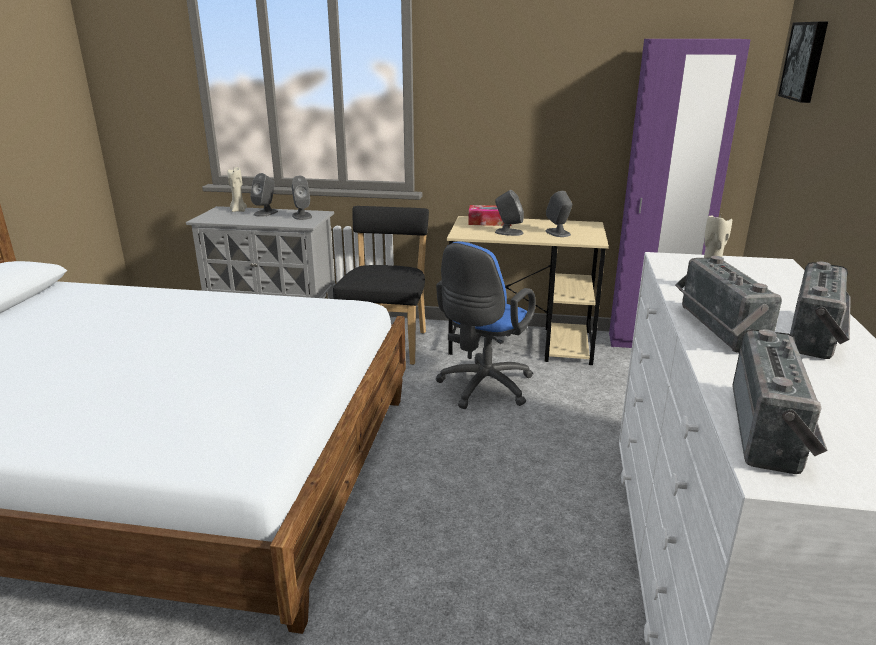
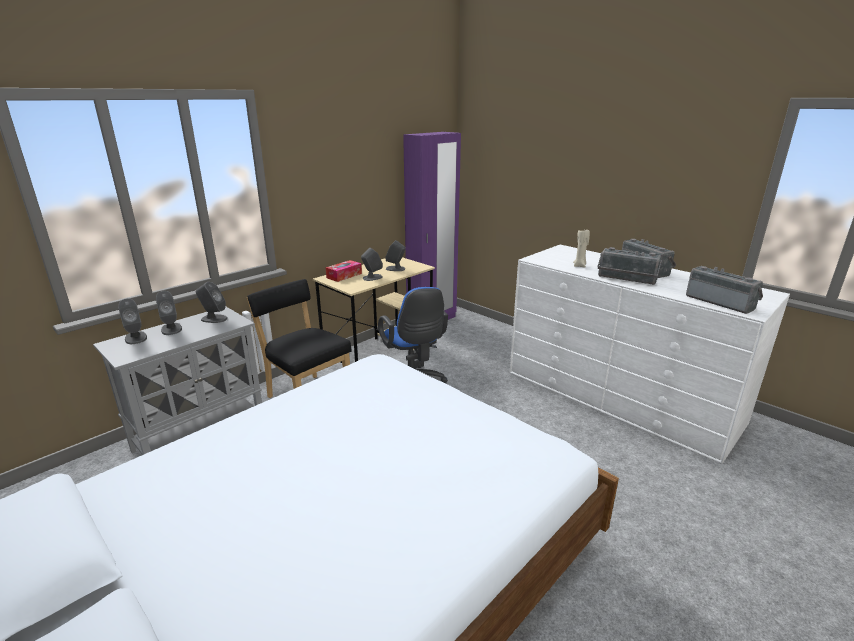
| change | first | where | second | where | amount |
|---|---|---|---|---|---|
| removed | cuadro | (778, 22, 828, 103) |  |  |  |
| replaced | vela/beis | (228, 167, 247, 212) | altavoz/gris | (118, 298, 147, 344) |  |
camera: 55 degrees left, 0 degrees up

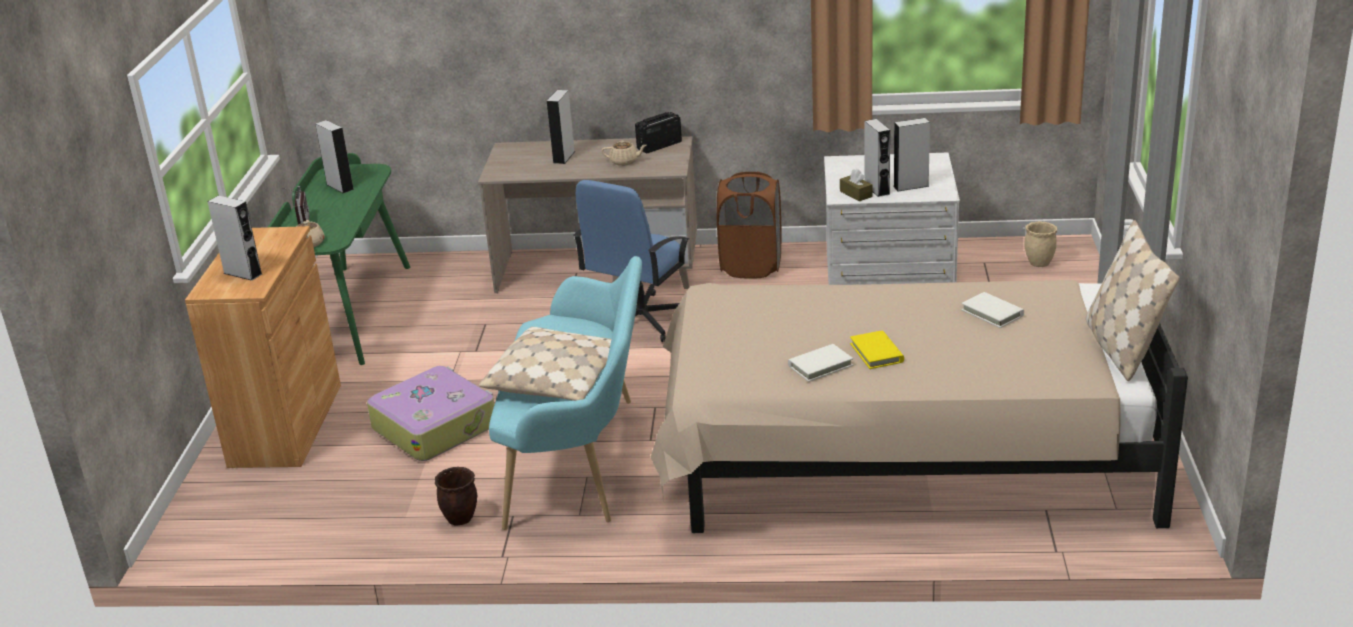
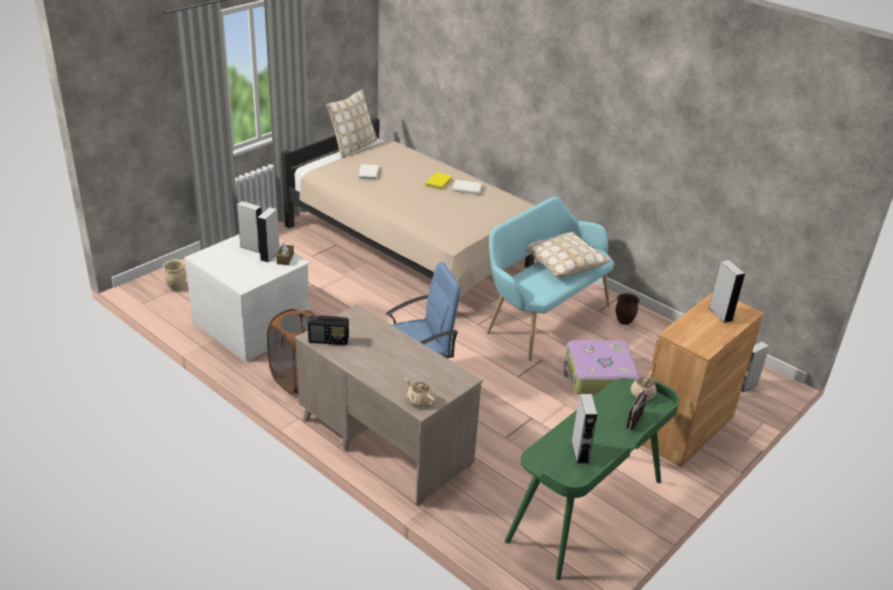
| change | first | where | second | where | amount |
|---|---|---|---|---|---|
| moved | altavoz/gris | (547, 90, 575, 164) |  | (741, 341, 769, 392) |  |
| moved | tetera/beis | (601, 140, 646, 166) |  | (405, 377, 435, 407) |  |
camera: 145 degrees left, 5 degrees up

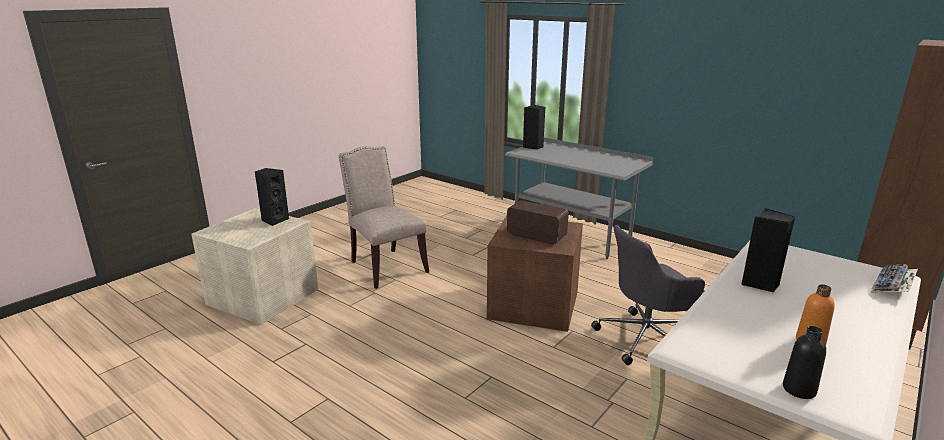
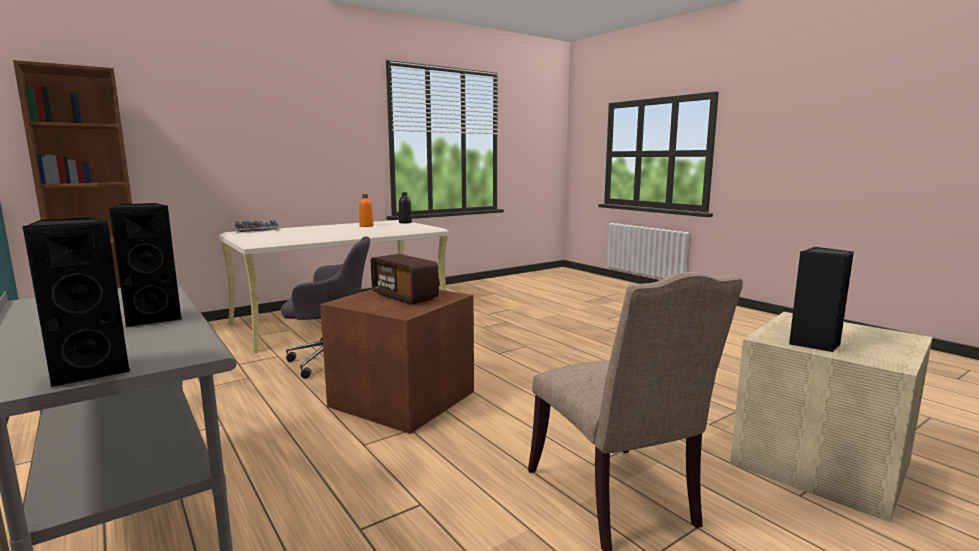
| change | first | where | second | where | amount |
|---|---|---|---|---|---|
| moved | altavoz/negro | (741, 208, 795, 292) |  | (109, 203, 182, 327) |  |
camera: 165 degrees left, 10 degrees down

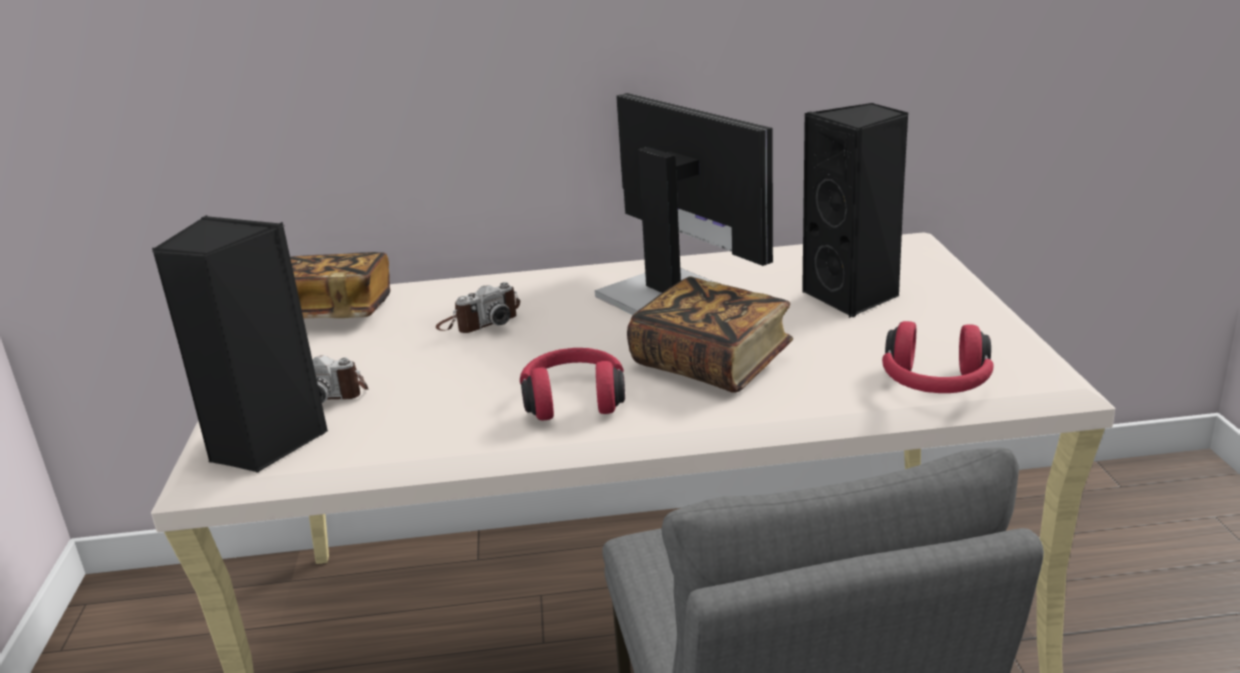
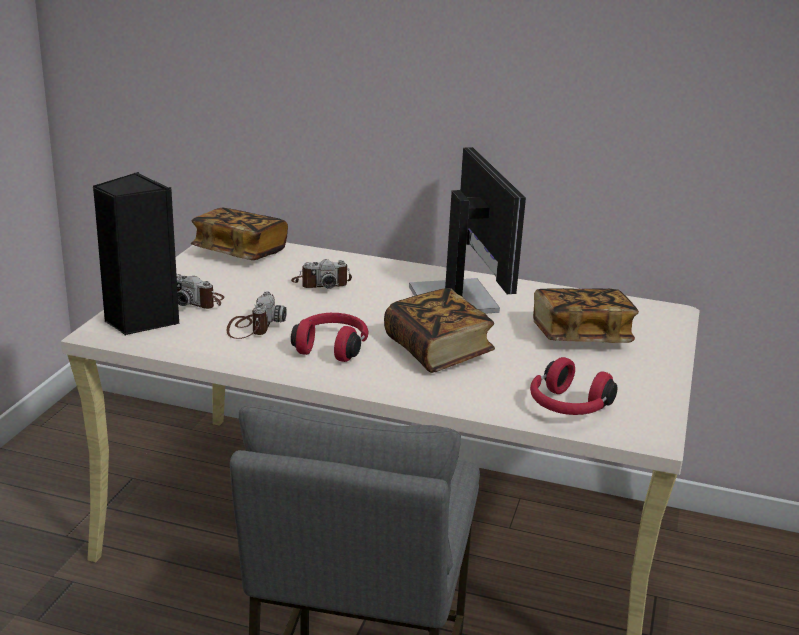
| change | first | where | second | where | amount |
|---|---|---|---|---|---|
| added |  |  | cámara | (226, 291, 287, 339) |  |
| replaced | altavoz/negro | (802, 103, 908, 318) | libro | (533, 288, 639, 343) |  |
camera: 20 degrees right, 0 degrees up

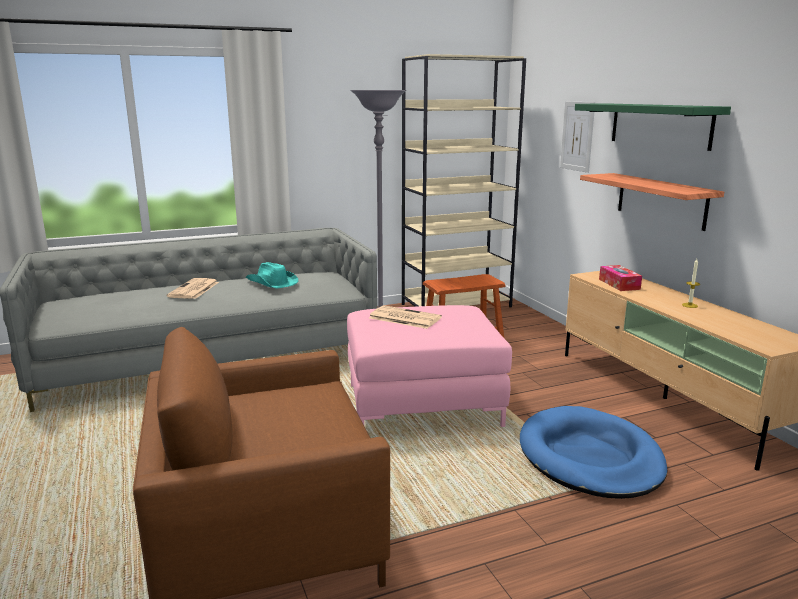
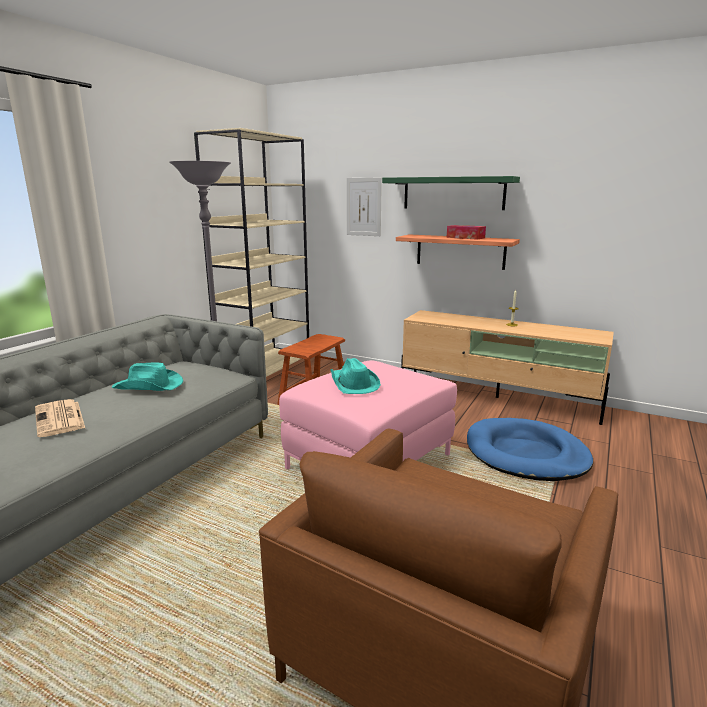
| change | first | where | second | where | amount |
|---|---|---|---|---|---|
| moved | caja de pañuelos | (599, 265, 642, 291) |  | (446, 225, 486, 240) |  |
| replaced | periódico | (369, 305, 442, 329) | sombrero/turquesa | (330, 358, 381, 394) |  |
camera: 40 degrees left, 0 degrees up

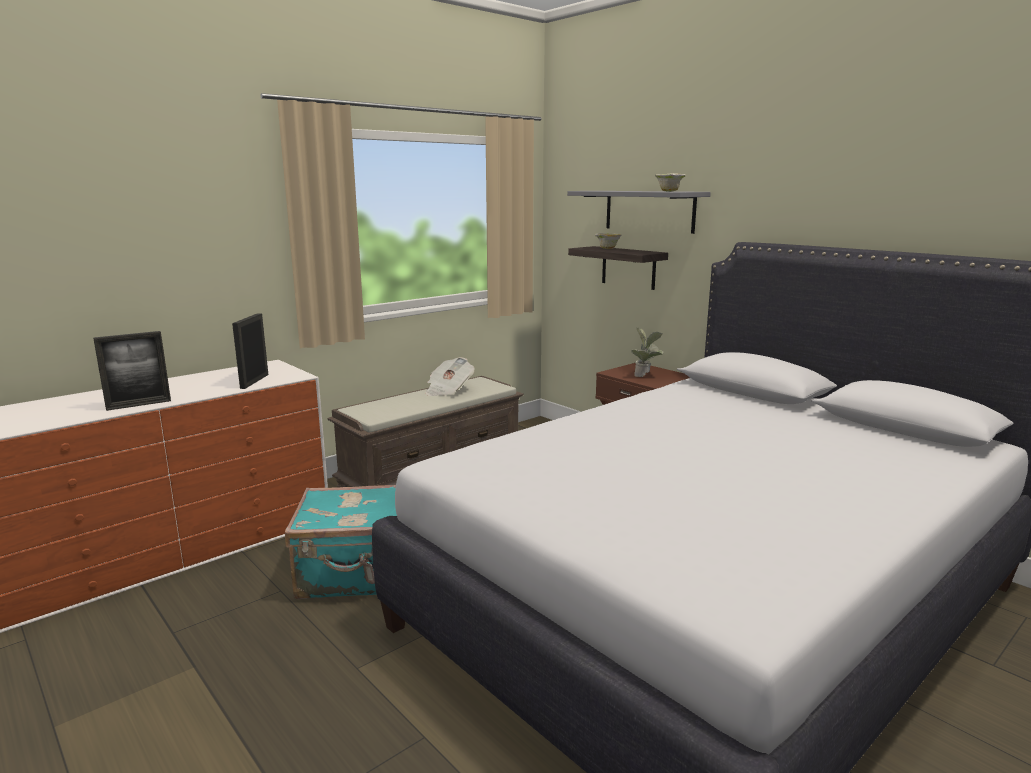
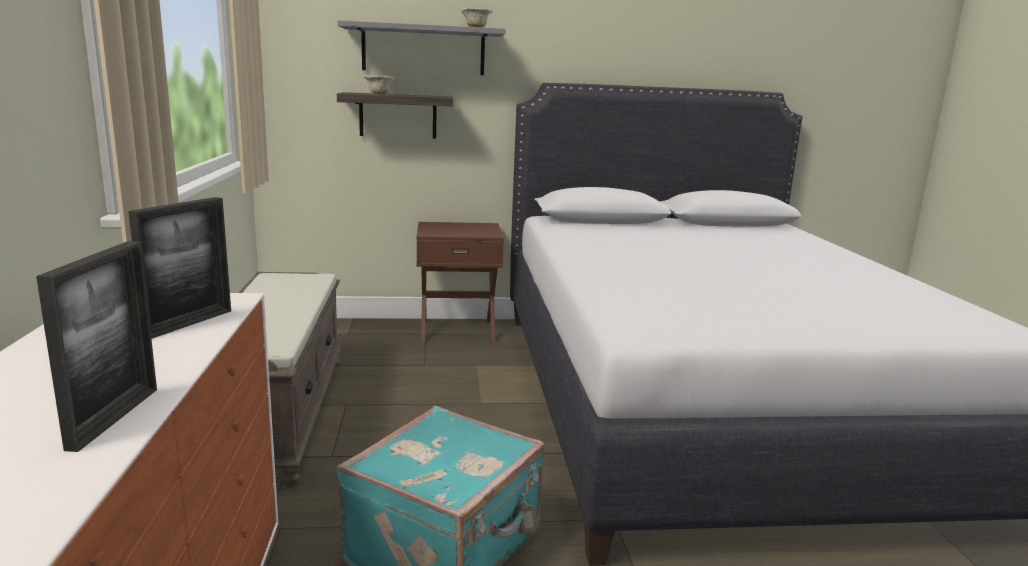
| change | first | where | second | where | amount |
|---|---|---|---|---|---|
| removed | periódico | (425, 357, 474, 396) |  |  |  |
| removed | planta en maceta | (631, 328, 663, 377) |  |  |  |
| turned | portarretratos | (232, 313, 268, 389) |  | (128, 197, 231, 339) | 105 degrees counterclockwise |
camera: 55 degrees left, 0 degrees up

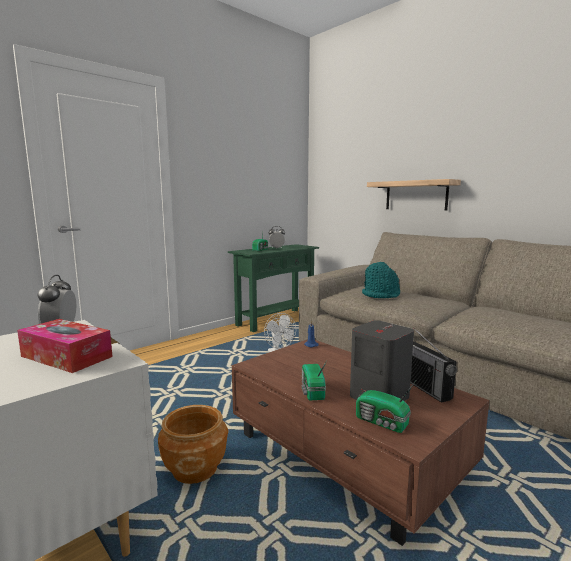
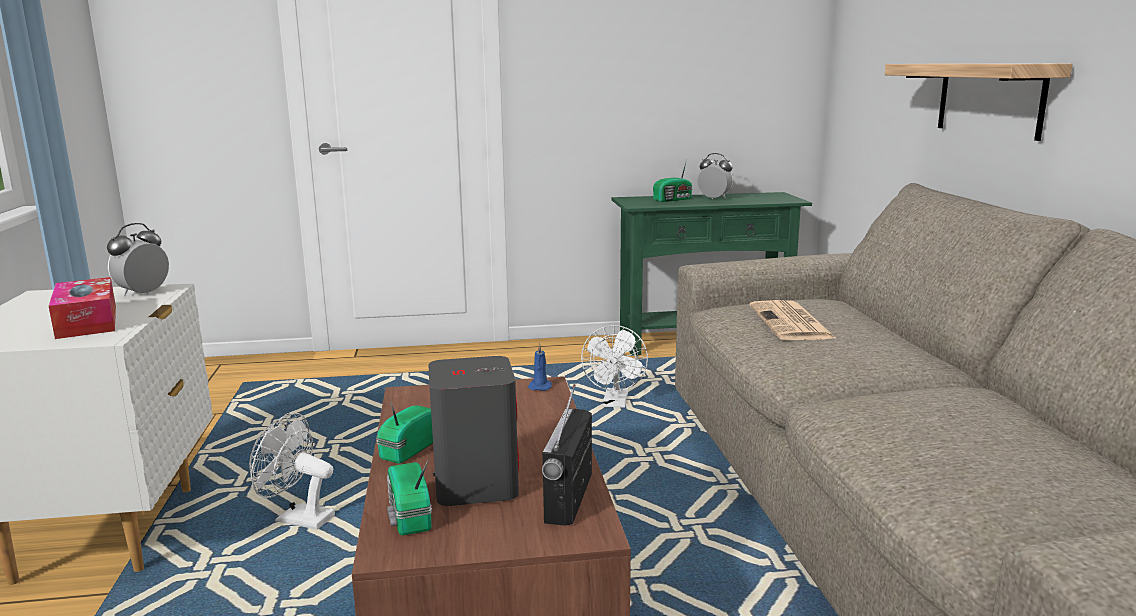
| change | first | where | second | where | amount |
|---|---|---|---|---|---|
| replaced | maceta/marrón | (158, 405, 229, 484) | ventilador/blanco | (249, 413, 335, 530) |  |
| replaced | sombrero/turquesa | (362, 262, 401, 298) | periódico | (750, 300, 837, 340) |  |
camera: 35 degrees right, 5 degrees up

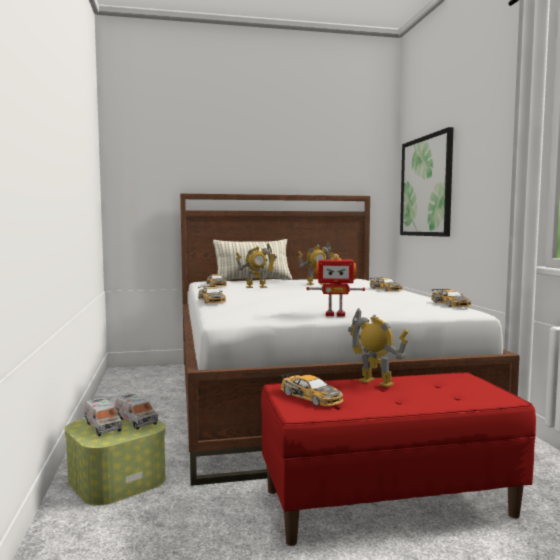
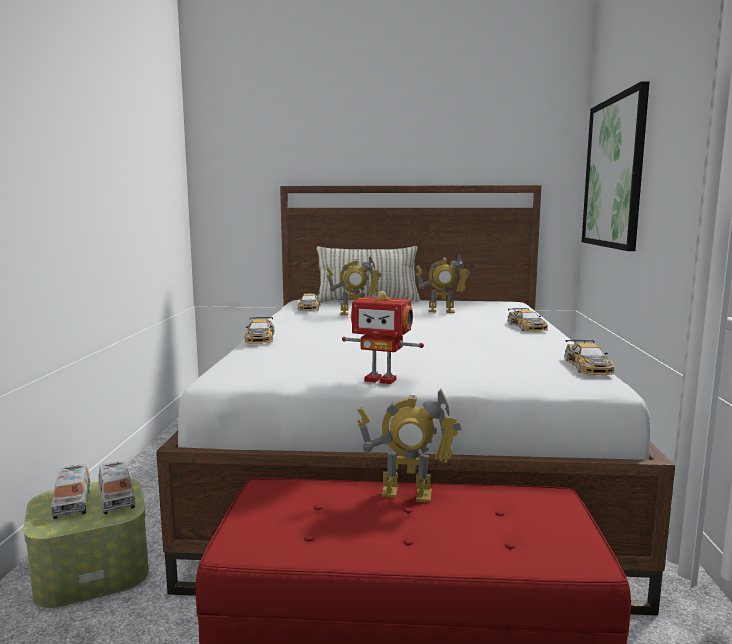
| change | first | where | second | where | amount |
|---|---|---|---|---|---|
| removed | coche de juguete | (280, 371, 344, 406) |  |  |  |
| turned | robot de juguete | (348, 308, 408, 387) |  | (357, 389, 461, 502) | 135 degrees clockwise |
camera: 15 degrees right, 5 degrees up

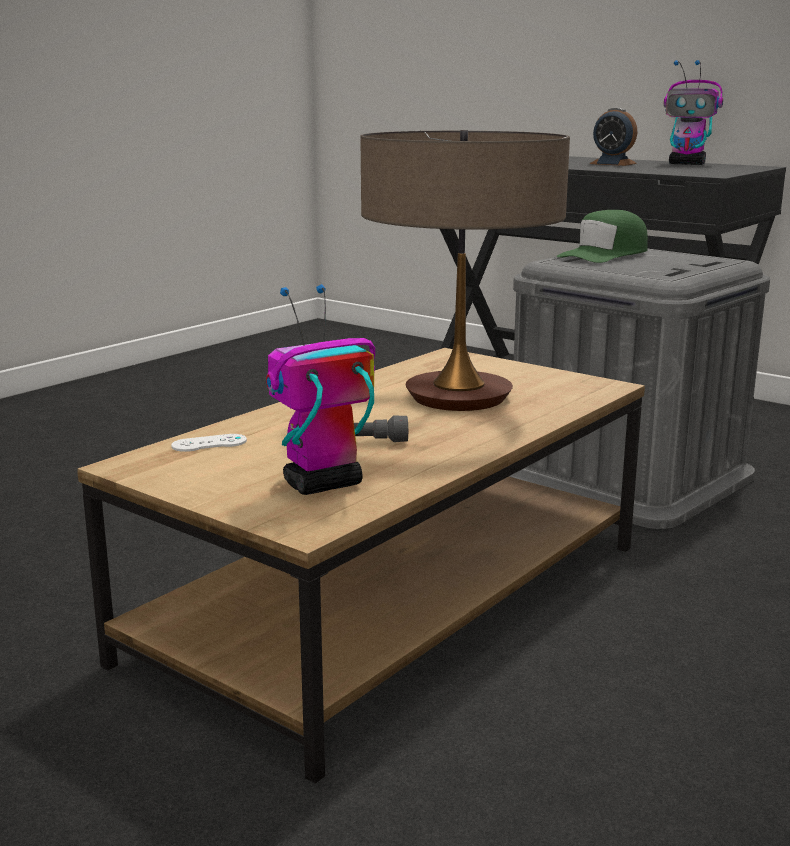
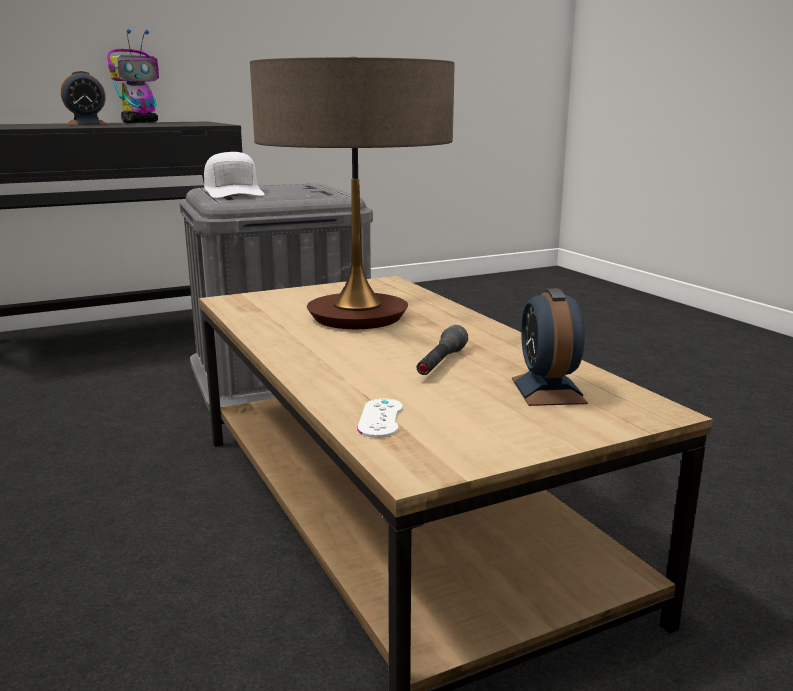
| change | first | where | second | where | amount |
|---|---|---|---|---|---|
| replaced | robot de juguete | (266, 284, 375, 495) | despertador | (512, 288, 588, 406) |  |
| recoloured | gorra/verde | (556, 210, 648, 263) | gorra/blanco | (204, 152, 264, 198) |  |
camera: 65 degrees left, 0 degrees up

